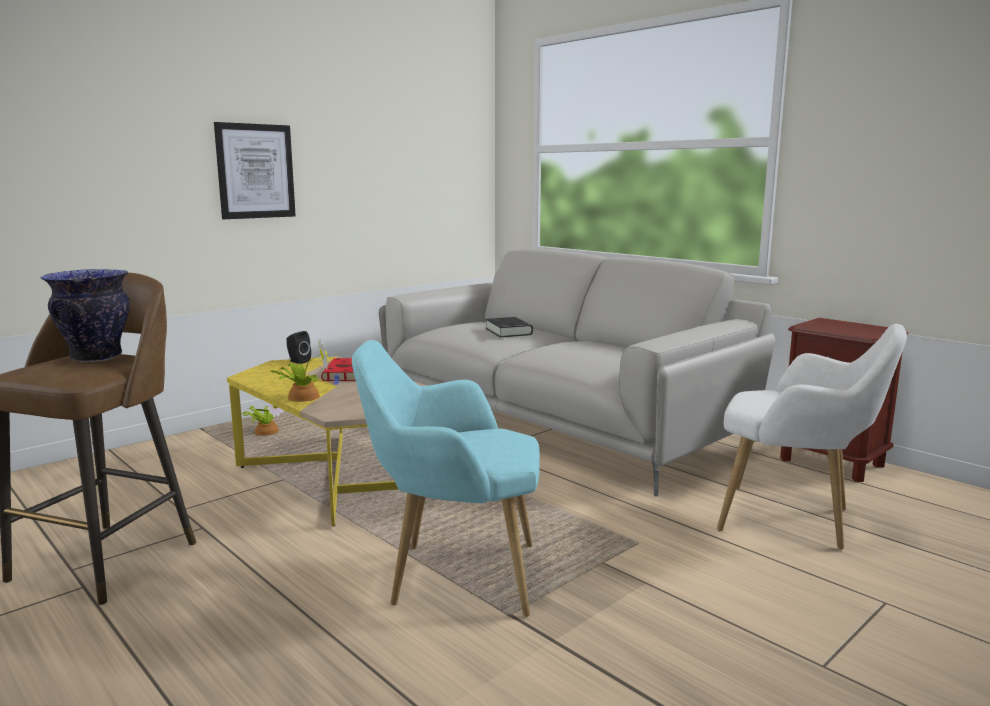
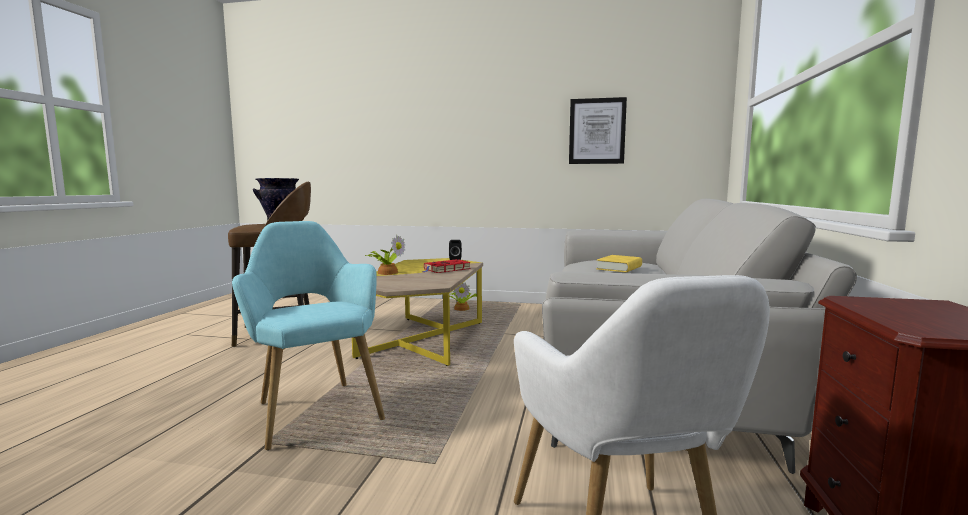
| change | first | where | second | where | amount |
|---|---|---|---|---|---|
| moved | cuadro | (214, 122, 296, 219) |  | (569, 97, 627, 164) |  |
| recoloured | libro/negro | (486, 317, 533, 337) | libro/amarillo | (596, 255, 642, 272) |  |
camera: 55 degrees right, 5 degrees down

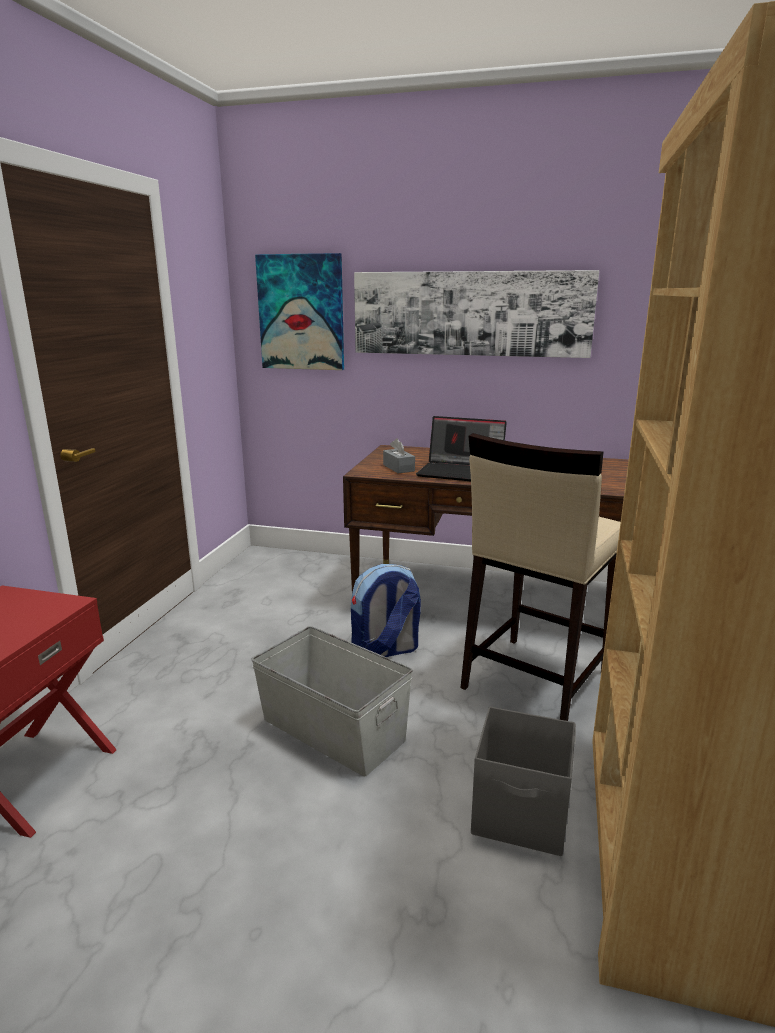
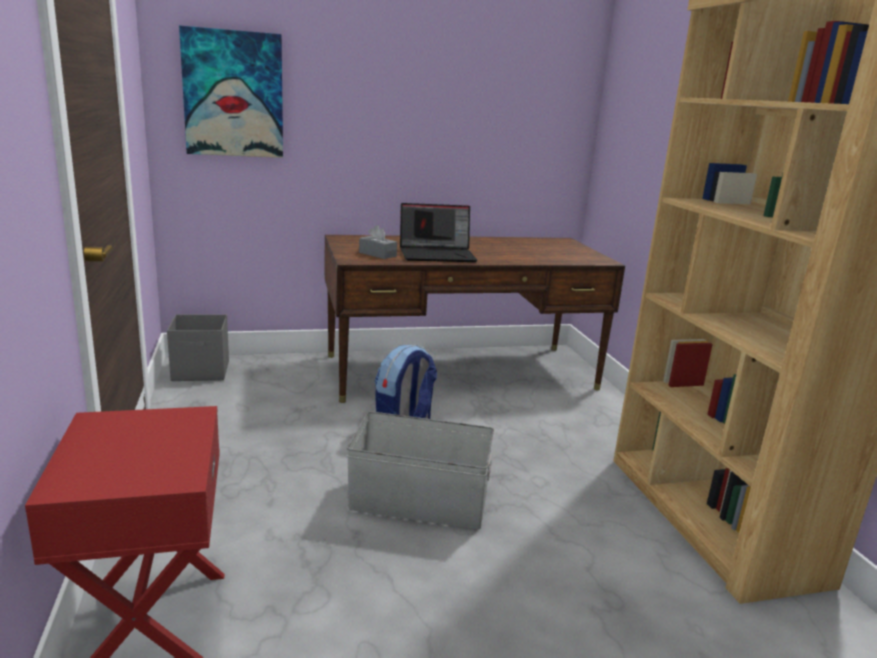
| change | first | where | second | where | amount |
|---|---|---|---|---|---|
| removed | cuadro | (354, 270, 599, 358) |  |  |  |
| removed | taburete/beis | (460, 433, 621, 721) |  |  |  |
| moved | caja de almacenaje/gris | (471, 707, 575, 856) |  | (167, 314, 229, 381) |  |
camera: 30 degrees left, 0 degrees up

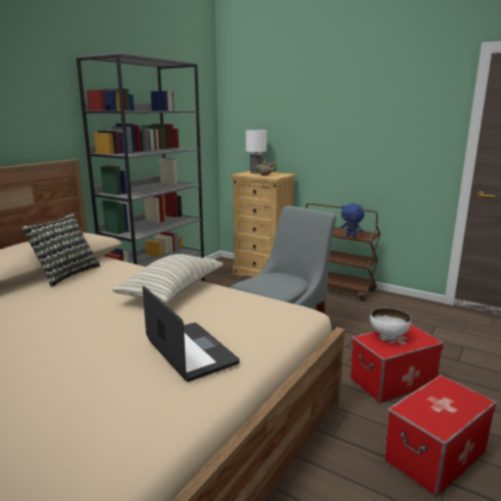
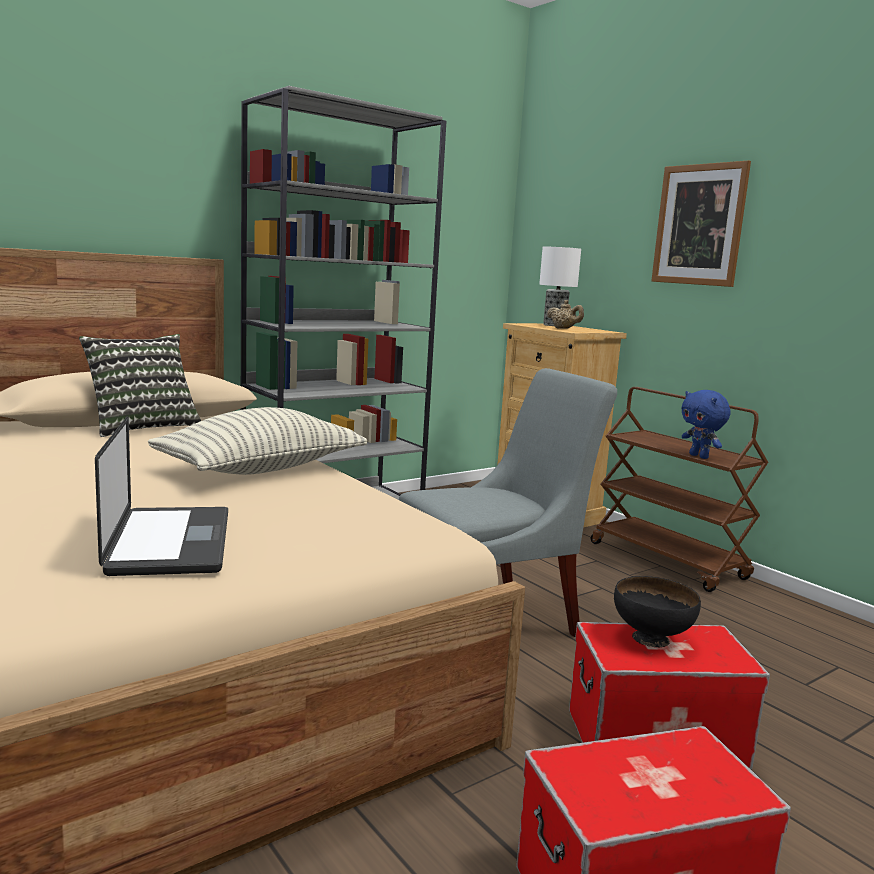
| change | first | where | second | where | amount |
|---|---|---|---|---|---|
| added |  |  | cuadro | (651, 160, 751, 287) |  |
| recoloured | cuenco/blanco | (370, 308, 411, 342) | cuenco/negro | (614, 576, 701, 647) |  |
camera: 20 degrees right, 5 degrees down

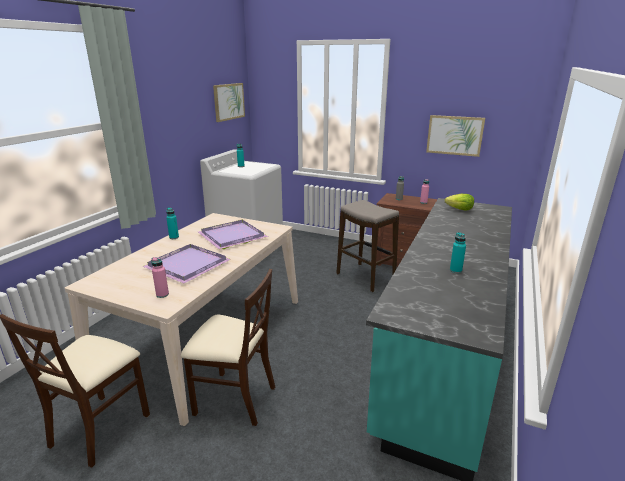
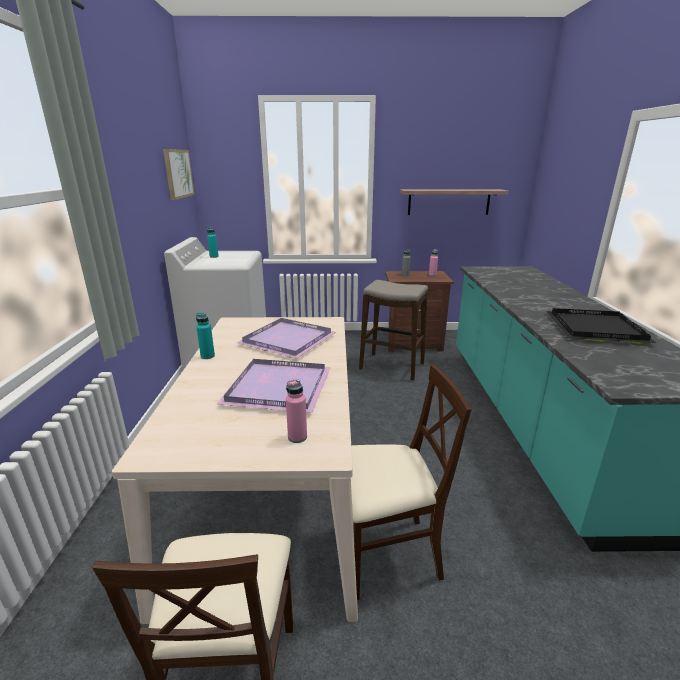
| change | first | where | second | where | amount |
|---|---|---|---|---|---|
| removed | lechuga | (445, 194, 474, 211) |  |  |  |
| replaced | cuadro | (426, 115, 485, 157) | estante | (400, 189, 509, 215) |  |
| replaced | botella/turquesa | (450, 232, 466, 273) | bandeja/negro | (546, 308, 657, 344) |  |
camera: 25 degrees left, 0 degrees up

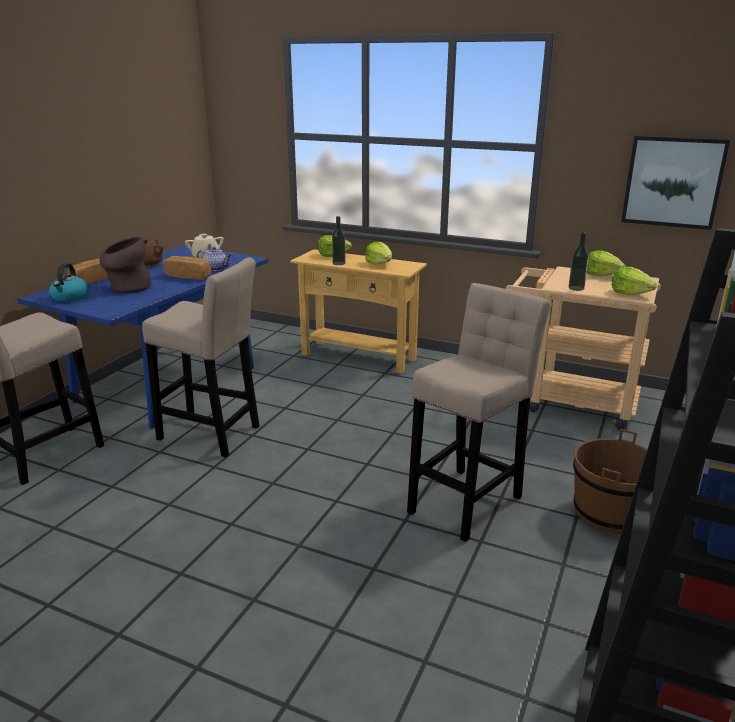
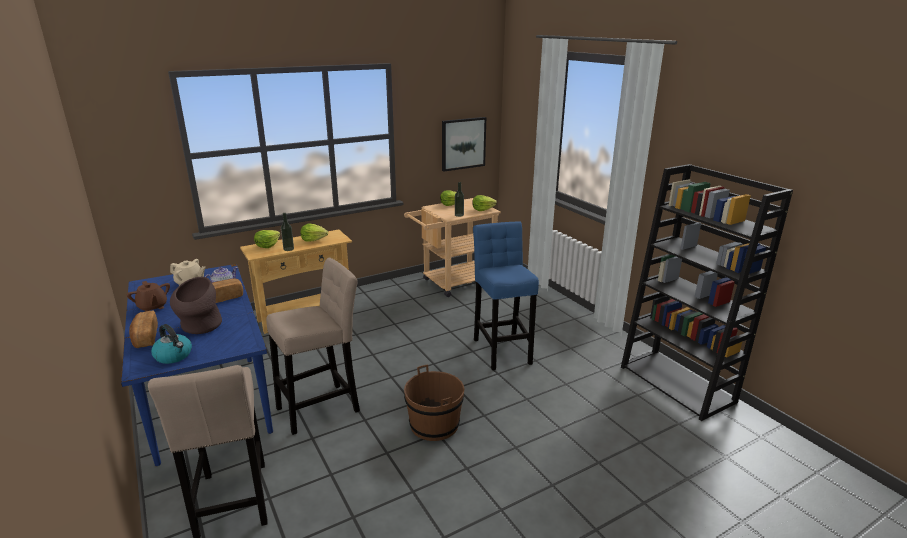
| change | first | where | second | where | amount |
|---|---|---|---|---|---|
| moved | cubo/marrón | (573, 429, 647, 534) |  | (404, 365, 464, 441) |  |
| recoloured | taburete/beis | (407, 283, 551, 542) | taburete/azul | (473, 222, 539, 370) |  |
camera: 55 degrees left, 0 degrees up

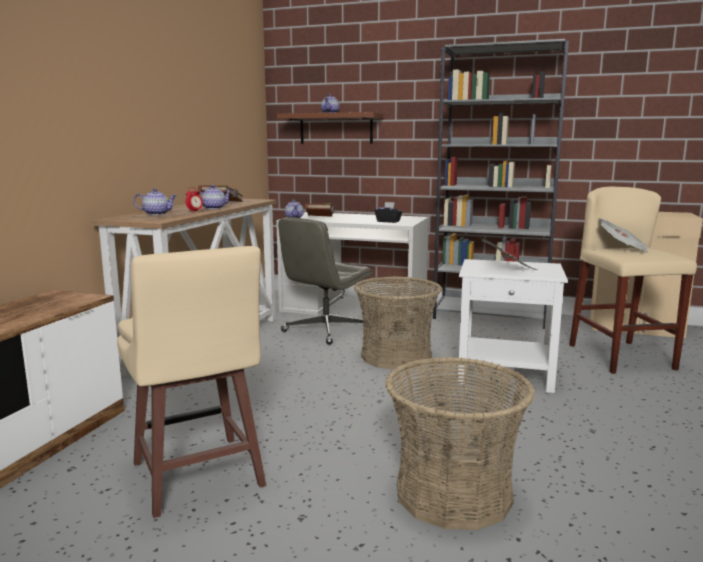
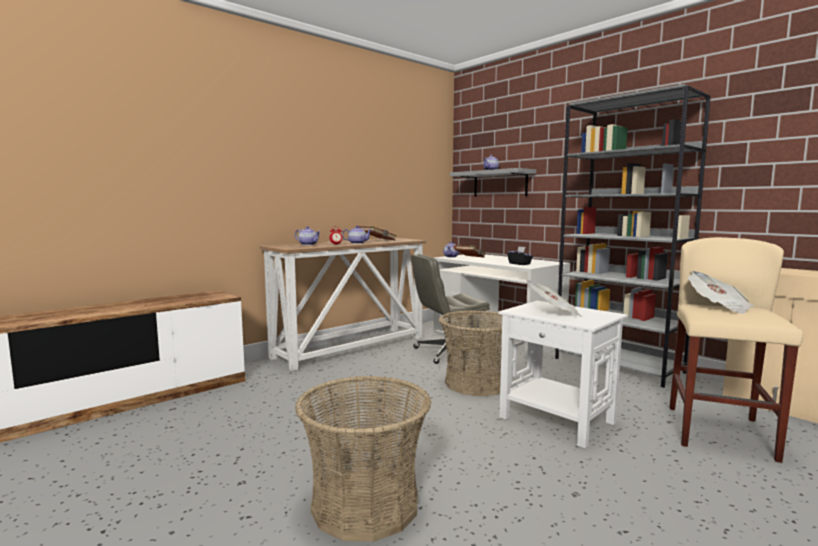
| change | first | where | second | where | amount |
|---|---|---|---|---|---|
| removed | taburete/beis | (117, 246, 266, 518) |  |  |  |
| recoloured | estante/marrón | (277, 112, 383, 144) | estante/gris | (450, 168, 536, 197) |  |
camera: 30 degrees right, 5 degrees down

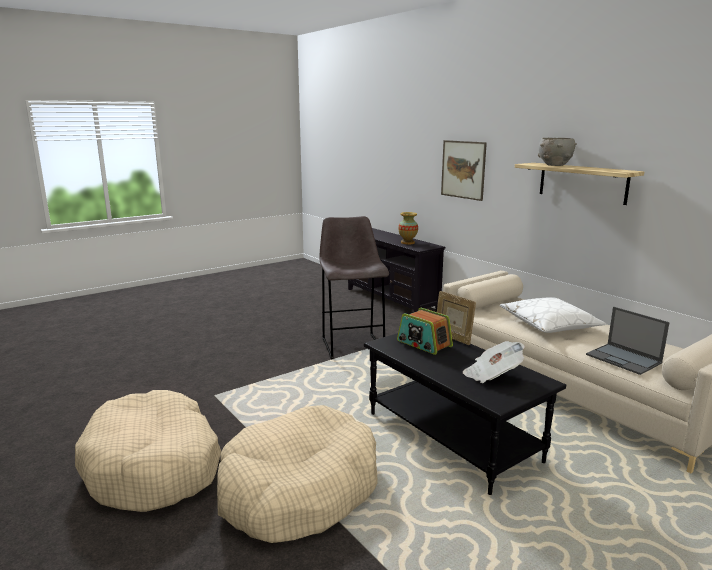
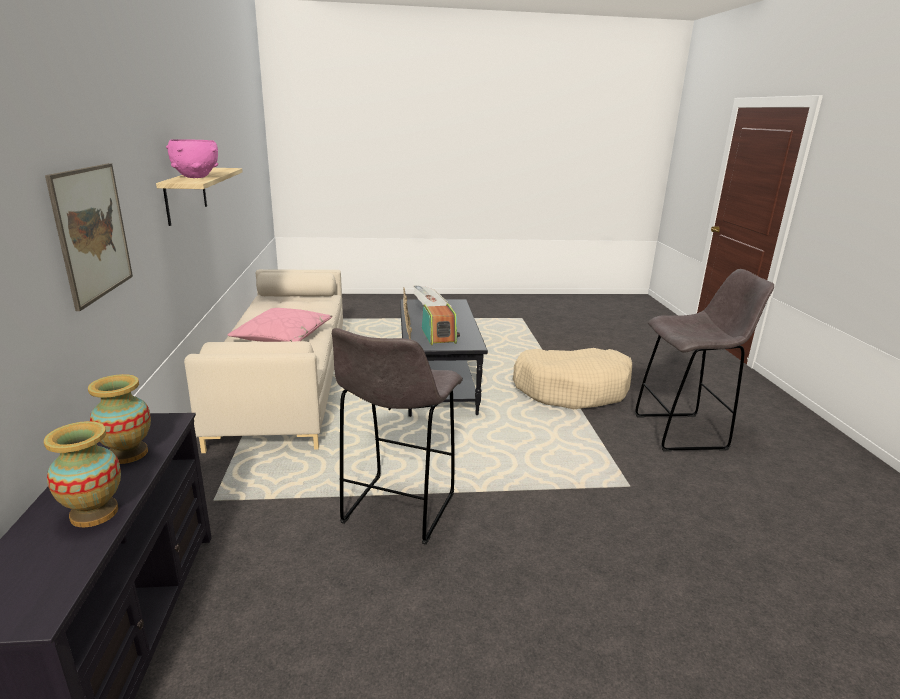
| change | first | where | second | where | amount |
|---|---|---|---|---|---|
| removed | portátil | (586, 307, 670, 375) |  |  |  |
| added |  |  | florero | (44, 421, 121, 527) |  |
| replaced | cama para perro/beis | (75, 390, 221, 512) | taburete/gris | (635, 269, 774, 451) |  |
| recoloured | cojín/blanco | (500, 297, 606, 333) | cojín/rosa | (227, 308, 333, 342) |  |
| recoloured | cuenco/gris | (538, 138, 577, 166) | cuenco/rosa | (166, 139, 218, 178) |  |
camera: 150 degrees left, 5 degrees up

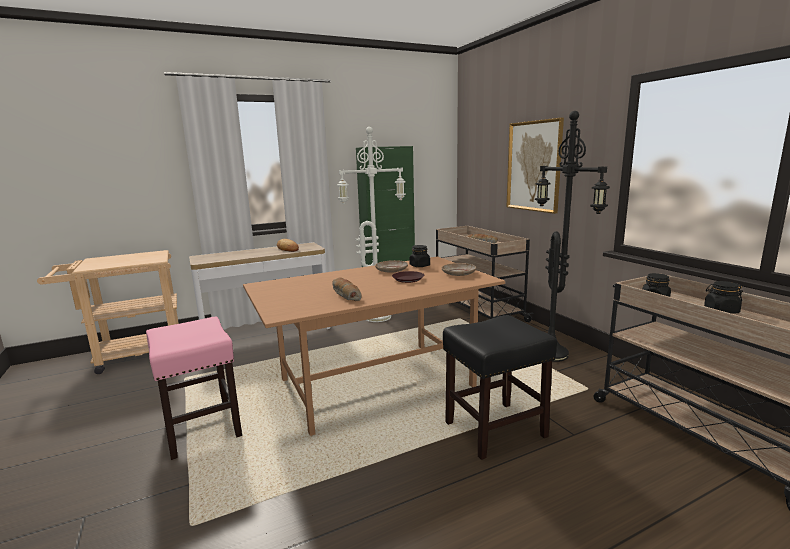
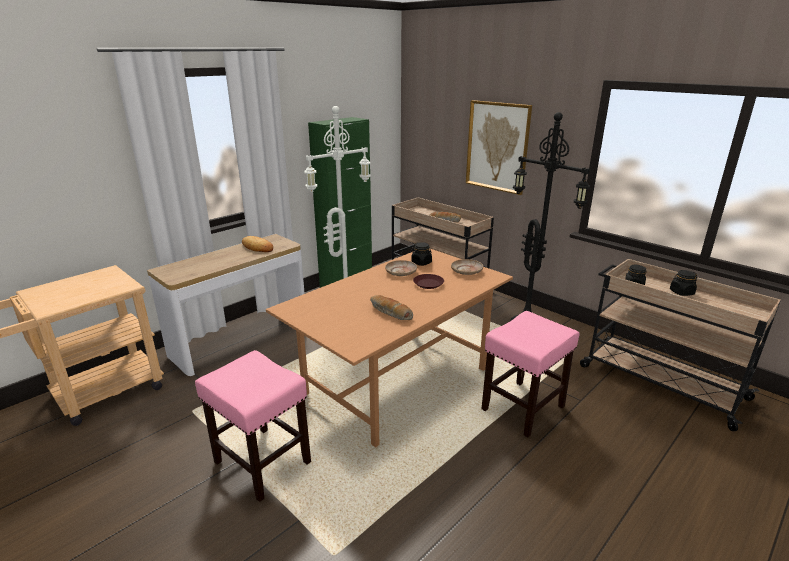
| change | first | where | second | where | amount |
|---|---|---|---|---|---|
| recoloured | taburete/negro | (443, 315, 557, 460) | taburete/rosa | (482, 311, 580, 437) |  |
camera: 20 degrees left, 10 degrees up

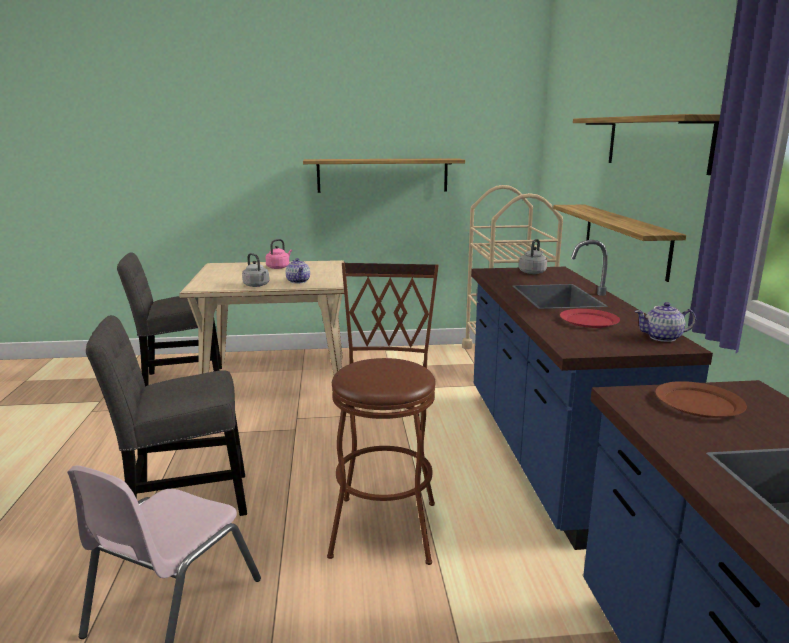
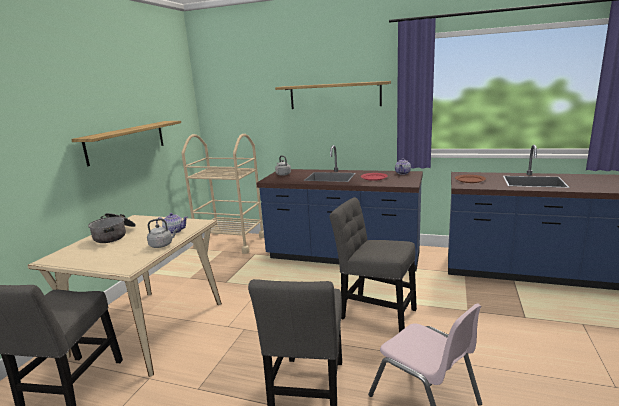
| change | first | where | second | where | amount |
|---|---|---|---|---|---|
| removed | estante | (553, 204, 686, 282) |  |  |  |
| replaced | hervidor/rosa | (266, 239, 292, 269) | olla | (88, 213, 136, 243) |  |
| replaced | taburete/marrón | (327, 263, 439, 565) | silla/gris | (330, 197, 417, 332) |  |
camera: 65 degrees left, 0 degrees up

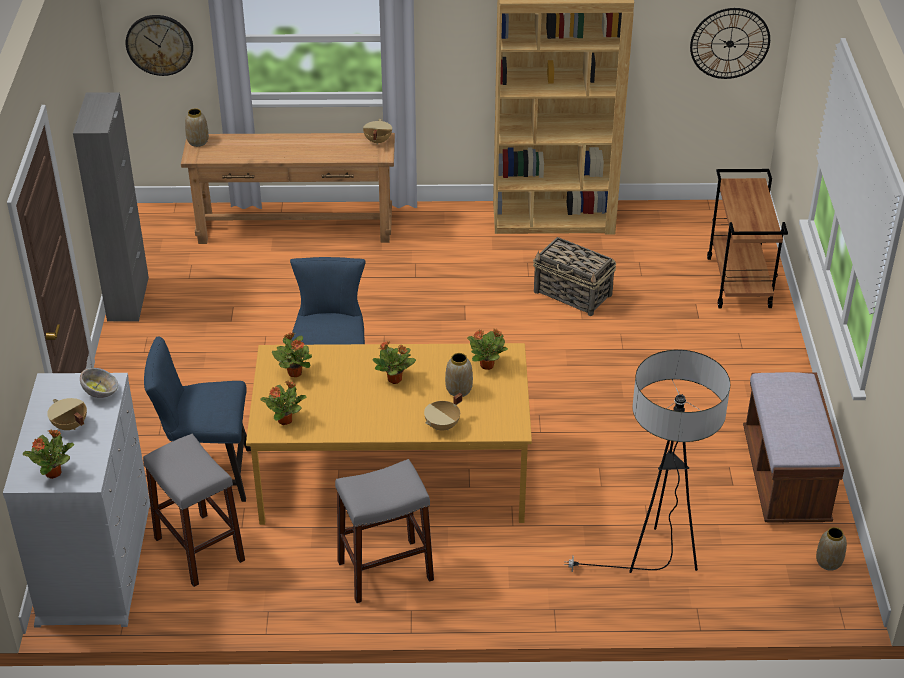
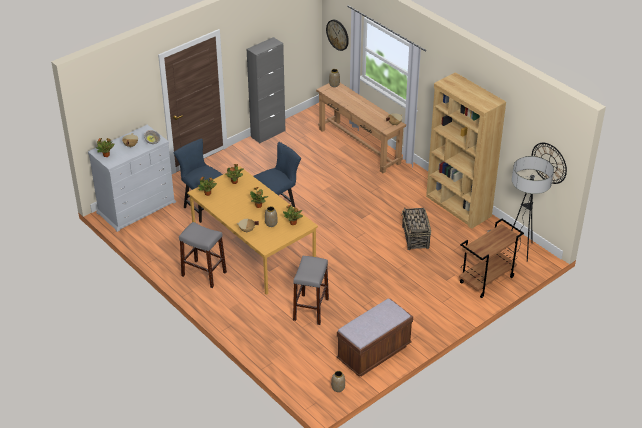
| change | first | where | second | where | amount |
|---|---|---|---|---|---|
| moved | taburete/gris | (143, 434, 245, 587) |  | (293, 256, 329, 325) |  |
| moved | lámpara de pie | (564, 350, 730, 573) |  | (487, 156, 554, 262) |  |
camera: 50 degrees right, 0 degrees up

